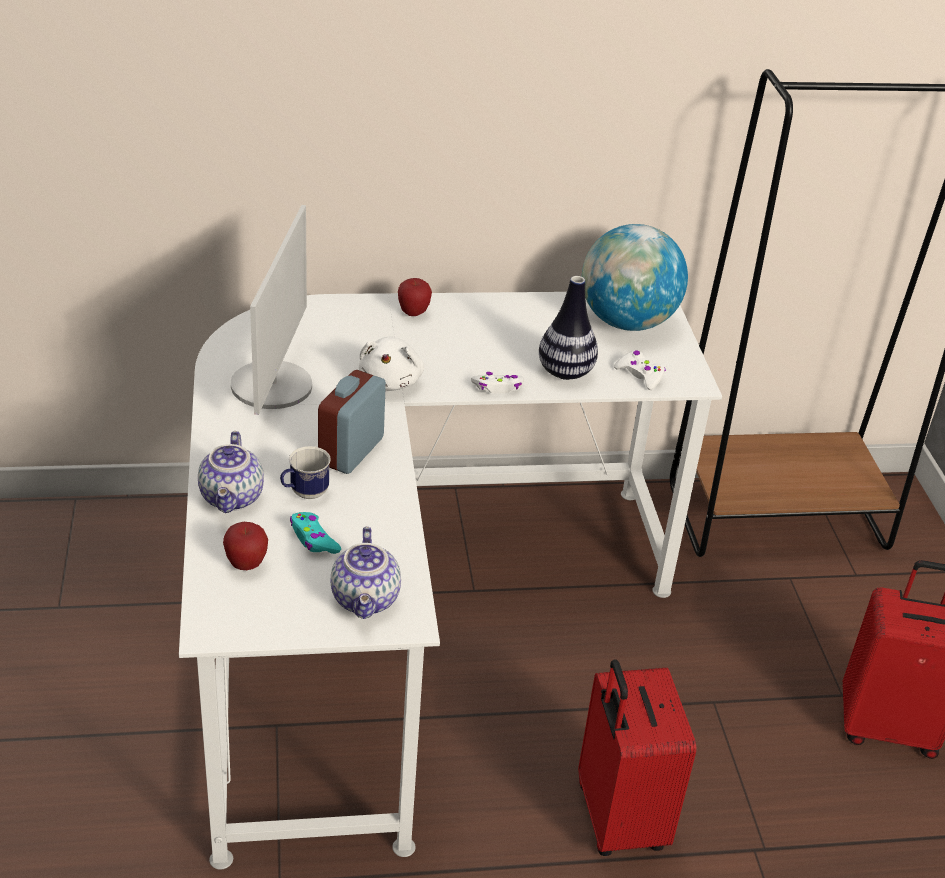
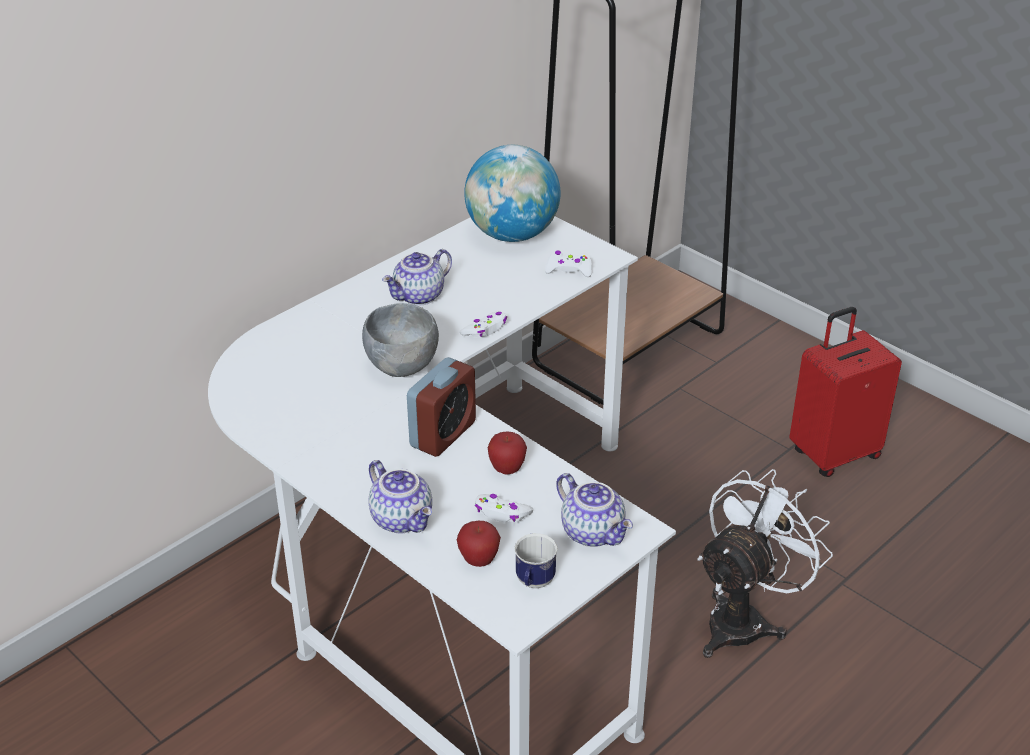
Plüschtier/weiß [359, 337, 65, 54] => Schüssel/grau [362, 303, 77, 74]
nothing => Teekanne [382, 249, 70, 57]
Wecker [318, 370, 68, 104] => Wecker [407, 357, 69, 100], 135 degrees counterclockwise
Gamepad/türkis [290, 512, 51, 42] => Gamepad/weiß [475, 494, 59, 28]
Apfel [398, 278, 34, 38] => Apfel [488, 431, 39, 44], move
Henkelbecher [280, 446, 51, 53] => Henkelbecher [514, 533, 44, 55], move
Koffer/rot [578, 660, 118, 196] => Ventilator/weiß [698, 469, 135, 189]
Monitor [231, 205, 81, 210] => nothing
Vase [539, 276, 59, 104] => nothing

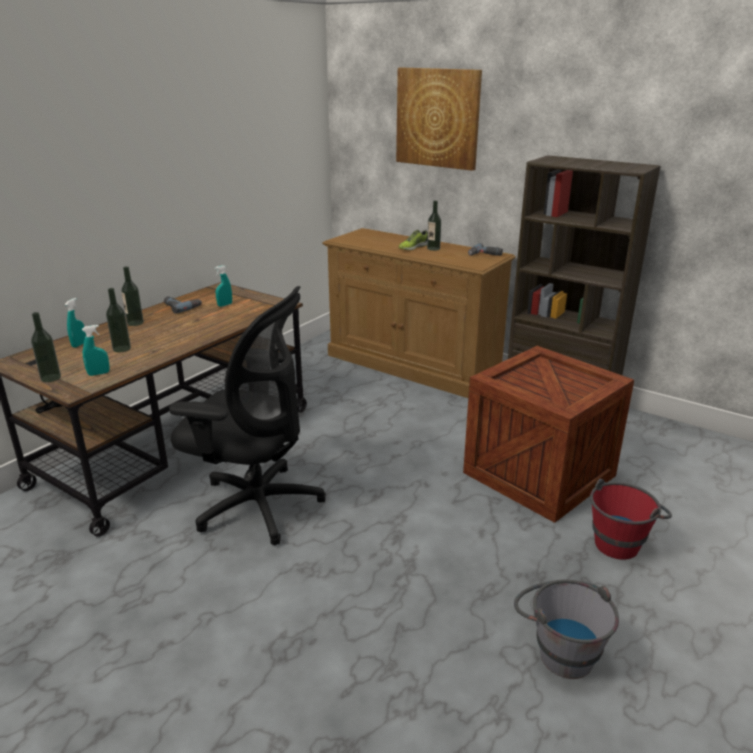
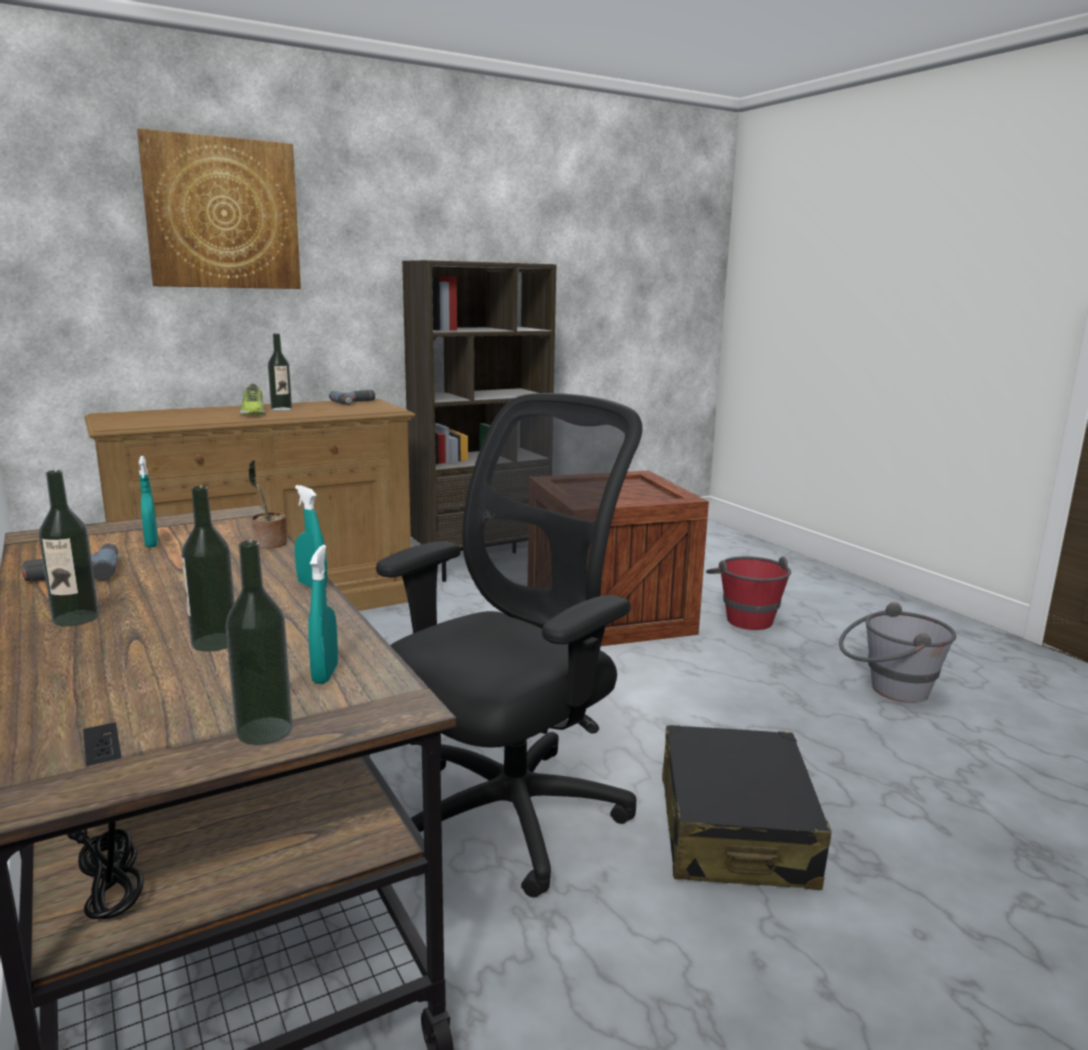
nothing => Topfpflanze [248, 460, 39, 89]
Sprühflasche/türkis [65, 298, 21, 50] => Sprühflasche/türkis [295, 485, 32, 103], move
nothing => Koffer/schwarz [662, 725, 170, 165]

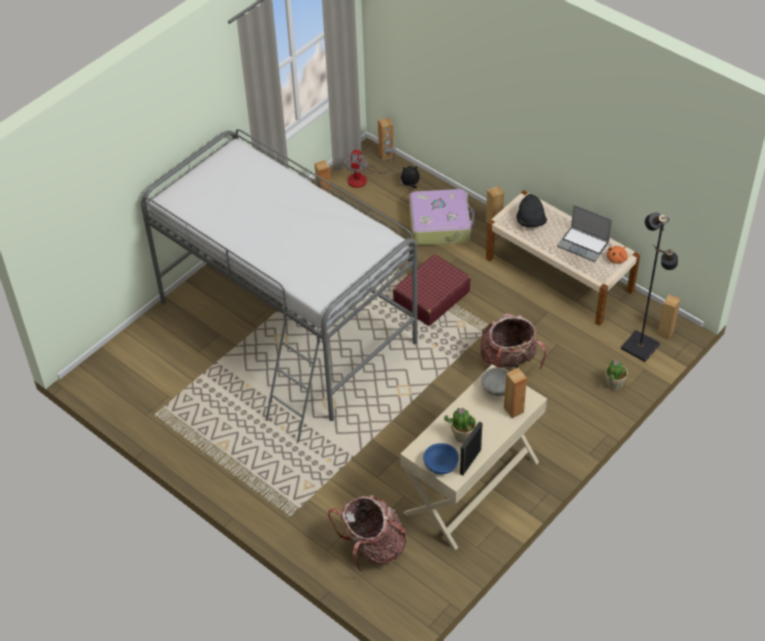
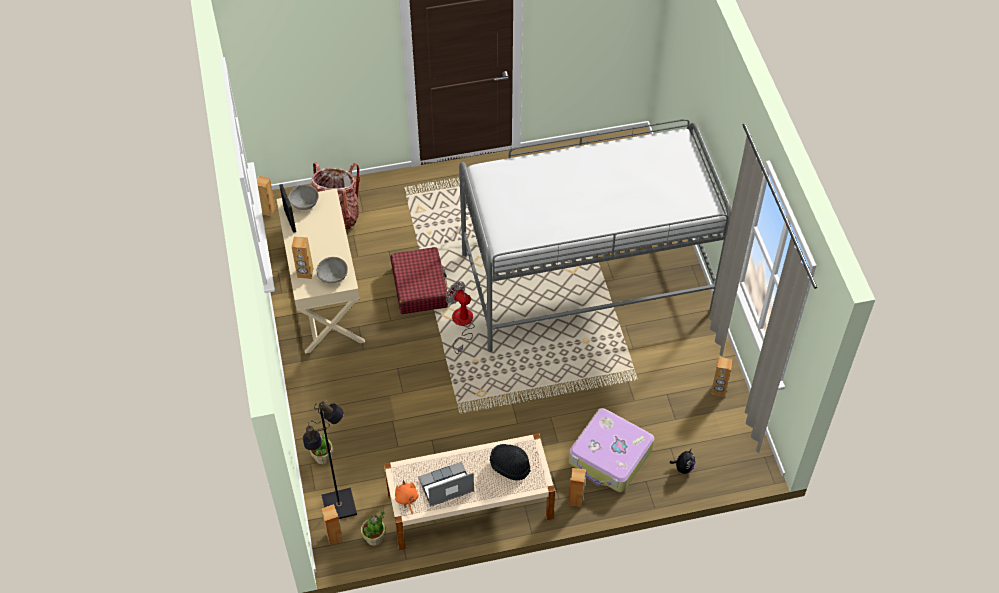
Lautsprecher/braun [378, 118, 16, 42] => Lautsprecher/braun [257, 176, 19, 41], move
Schüssel/blau [423, 443, 36, 32] => Schüssel/grau [288, 185, 31, 25]
Topfpflanze [444, 408, 33, 35] => Topfpflanze [361, 510, 24, 36], move
Koffer/rot [393, 254, 78, 72] => Koffer/rot [391, 247, 57, 67], move
Ventilator [343, 147, 53, 41] => Ventilator [446, 281, 29, 73], move
Rucksack [480, 313, 67, 56] => nothing

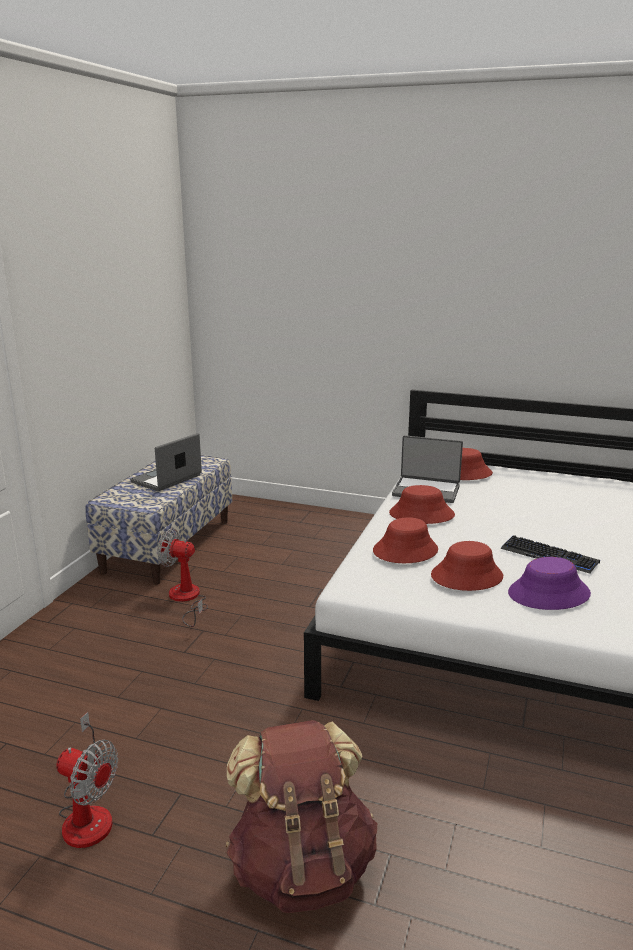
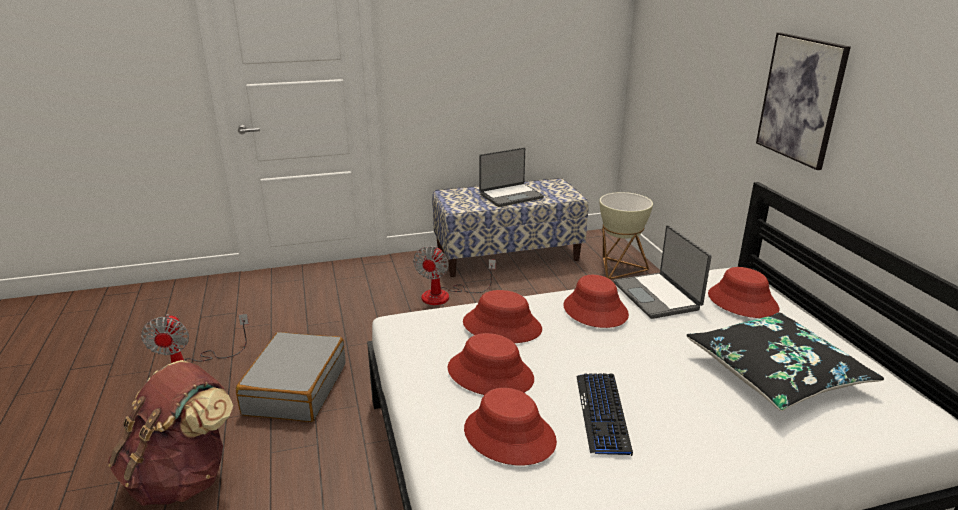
nothing => Koffer/grau [236, 332, 110, 90]
Ventilator [157, 528, 51, 99] => Ventilator [413, 246, 83, 59], 150 degrees counterclockwise
Hut/lila [508, 557, 83, 53] => Hut/rot [464, 388, 93, 77]
Laptop [130, 433, 72, 58] => Laptop [479, 147, 65, 60], 150 degrees clockwise
nothing => Pflanzkübel [600, 192, 53, 87]
nothing => Kissen/schwarz [686, 313, 198, 98]
nothing => Bild [756, 32, 95, 138]

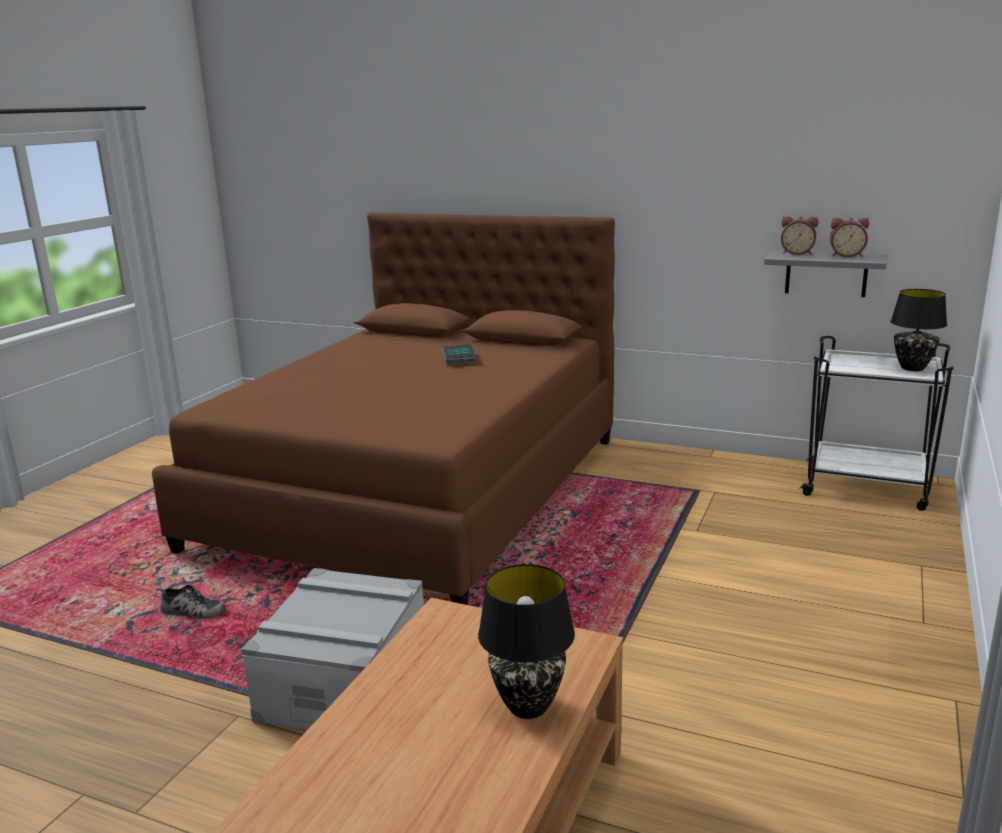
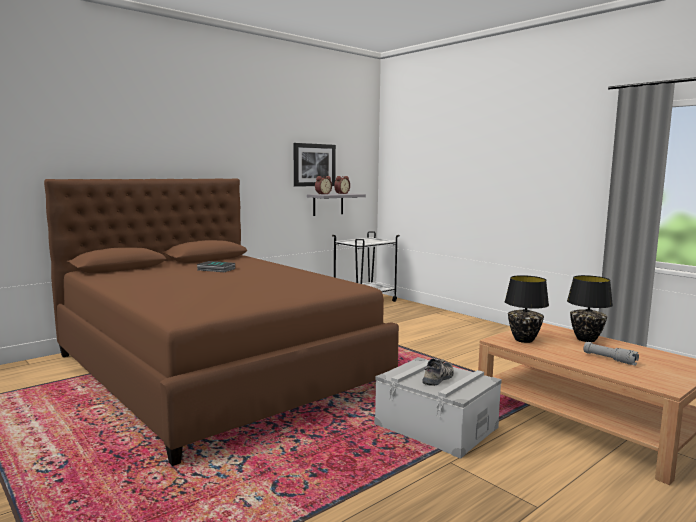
nothing => Bild [294, 143, 42, 44]
Schuh [156, 584, 70, 35] => Schuh [422, 358, 32, 28], move
Tischlampe/schwarz [891, 289, 56, 82] => Tischlampe/schwarz [505, 275, 44, 68], move
nothing => Taschenlampe/grau [584, 342, 55, 24]

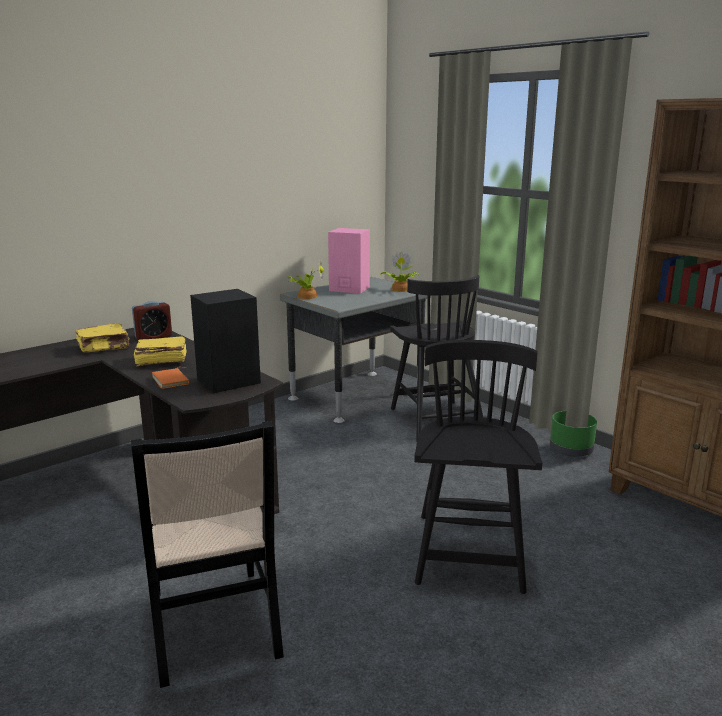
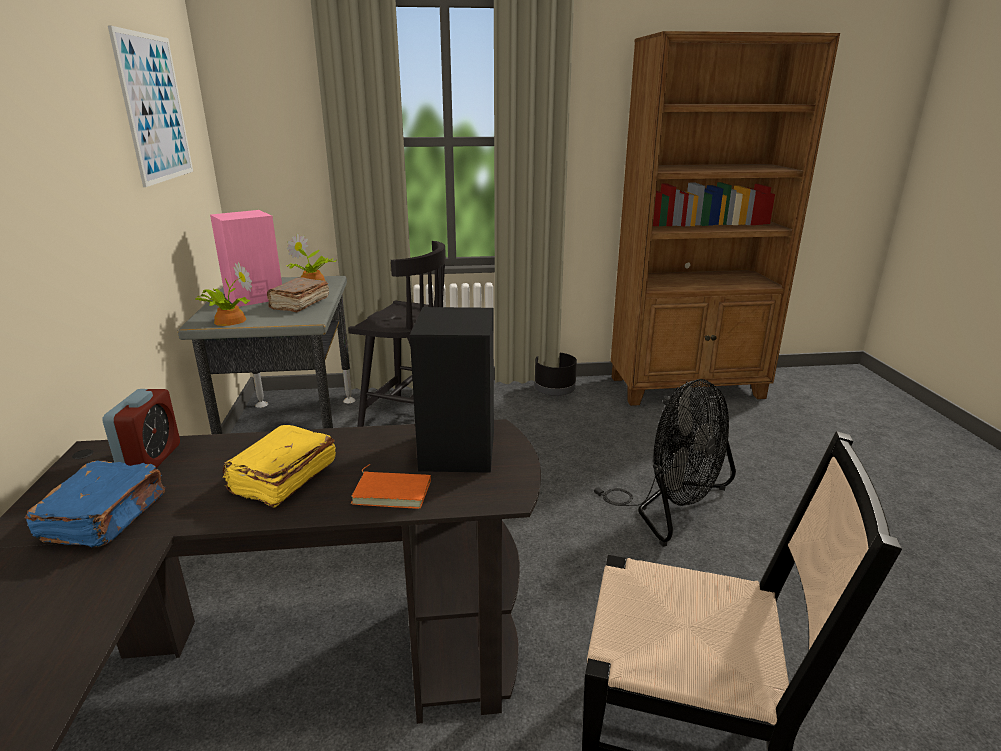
Buch/gelb [76, 323, 54, 30] => Buch/blau [25, 461, 140, 86]
nothing => Bild [108, 26, 85, 161]
nothing => Buch/braun [267, 277, 62, 35]
Pflanzkübel/grün [550, 411, 47, 46] => Pflanzkübel/schwarz [535, 353, 42, 43]
Stuhl/schwarz [414, 340, 128, 254] => Ventilator/schwarz [594, 379, 142, 168]

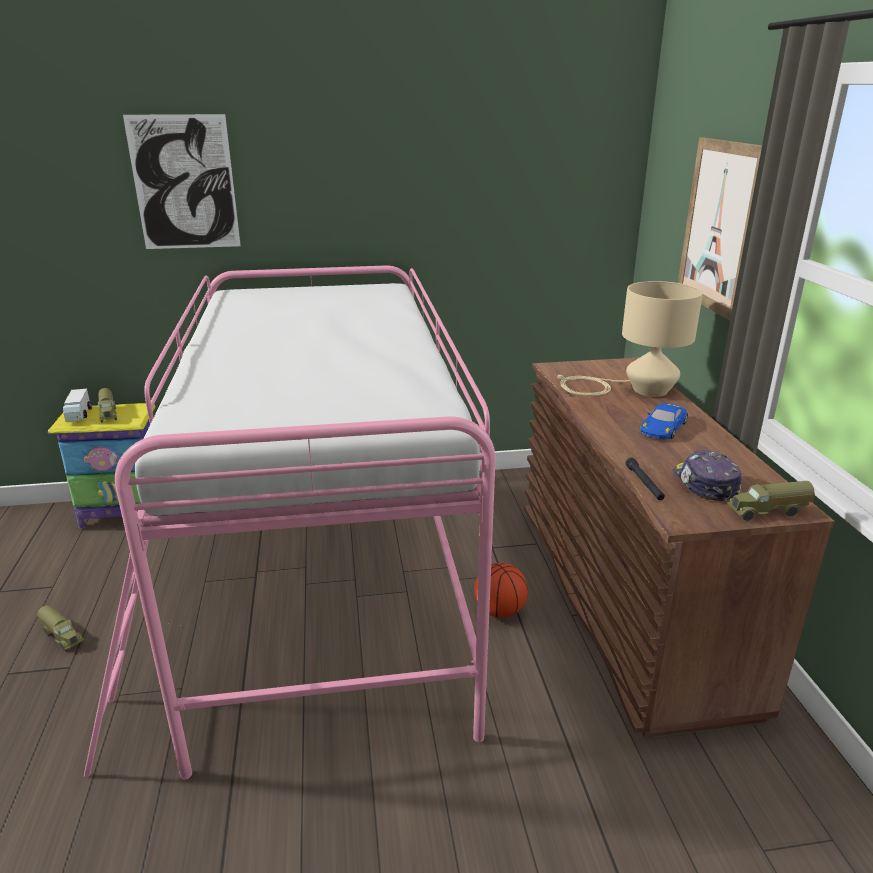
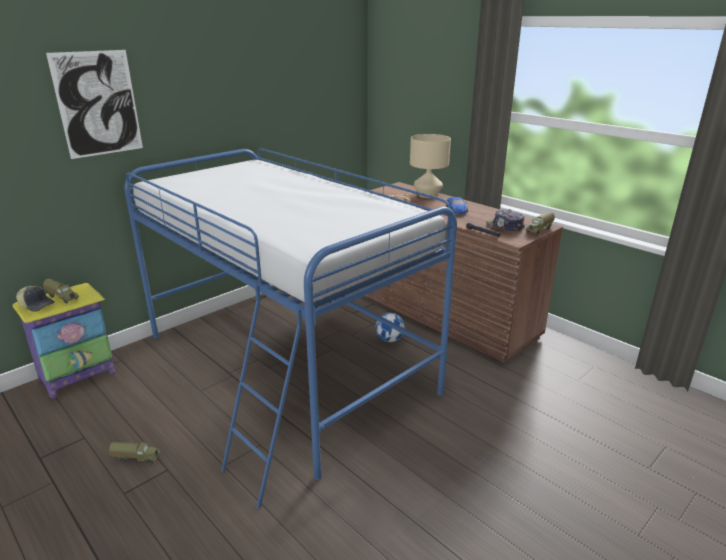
Spielzeuglaster [63, 389, 29, 33] => Kappe [16, 286, 39, 26]
Bett/rosa [84, 265, 412, 515] => Bett/blau [124, 148, 333, 361]
Basketball [474, 563, 54, 55] => Fußball [376, 313, 29, 29]
Bild [678, 137, 84, 183] => nothing

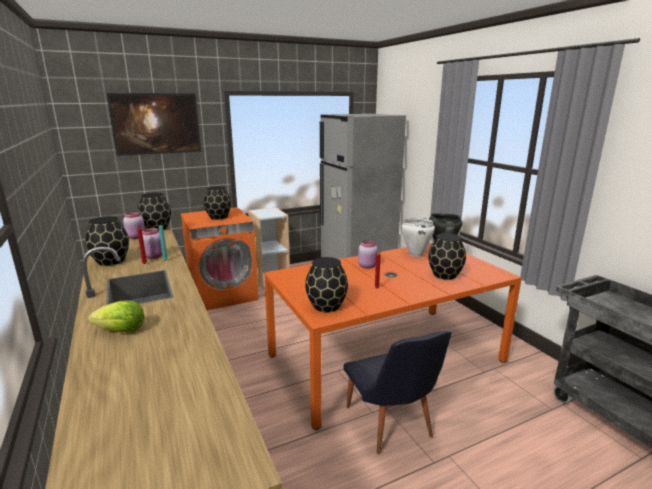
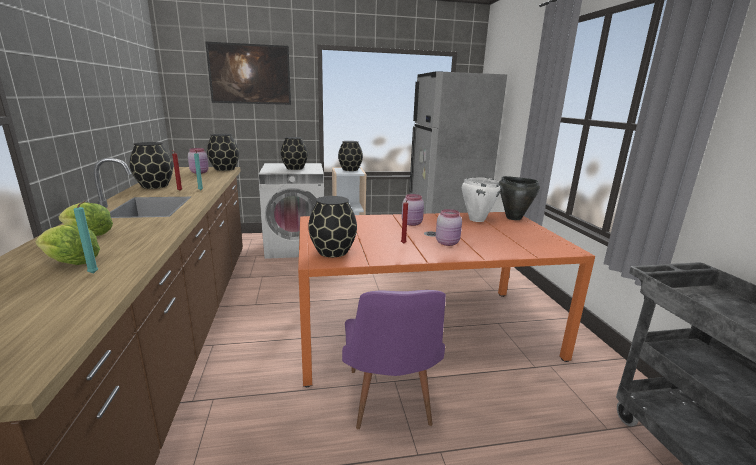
nothing => Salatkopf [35, 225, 65, 40]
nothing => Kerze/türkis [73, 200, 25, 74]
Waschmaschine/orange [180, 207, 78, 104] => Waschmaschine/weiß [258, 163, 66, 96]
Vase/schwarz [428, 233, 38, 47] => Vase/schwarz [338, 141, 25, 30], move
Stuhl/schwarz [343, 331, 108, 124] => Stuhl/lila [342, 290, 104, 139]
Vorratsglas/rosa [142, 228, 20, 31] => Vorratsglas/rosa [436, 209, 26, 37], move

